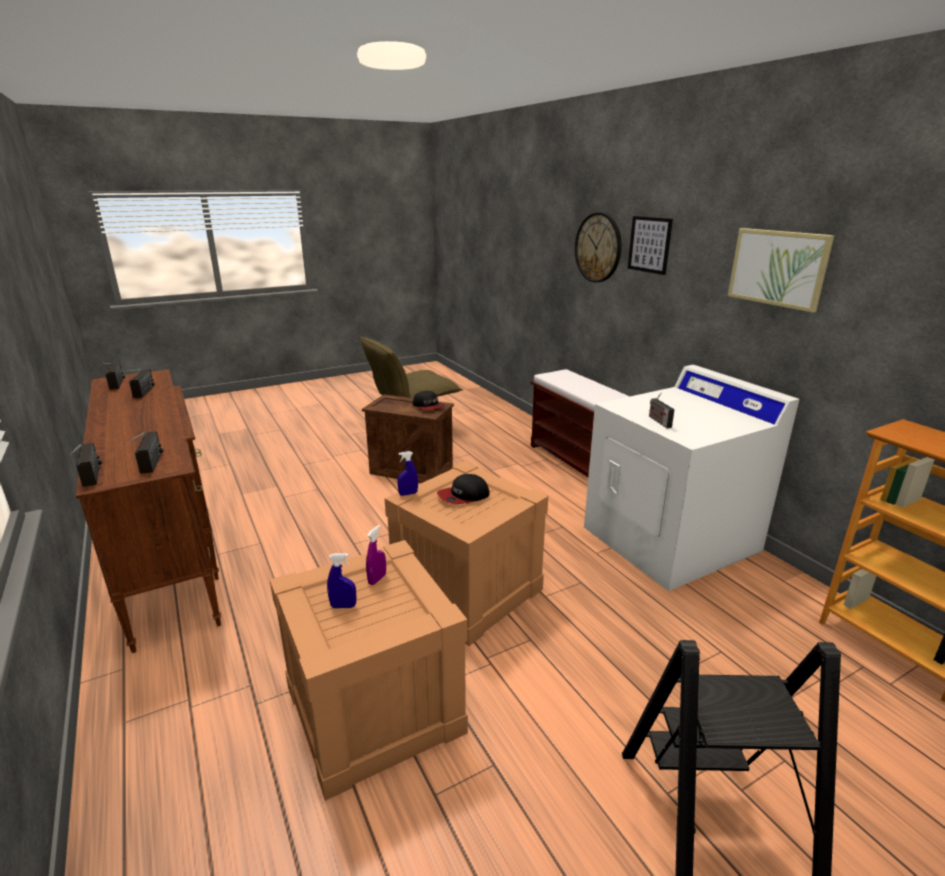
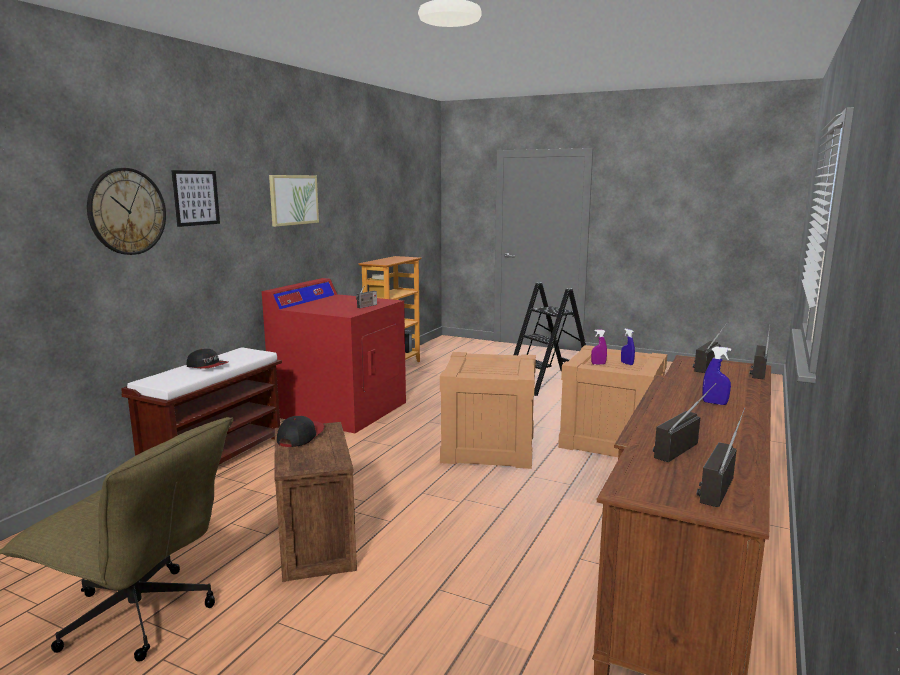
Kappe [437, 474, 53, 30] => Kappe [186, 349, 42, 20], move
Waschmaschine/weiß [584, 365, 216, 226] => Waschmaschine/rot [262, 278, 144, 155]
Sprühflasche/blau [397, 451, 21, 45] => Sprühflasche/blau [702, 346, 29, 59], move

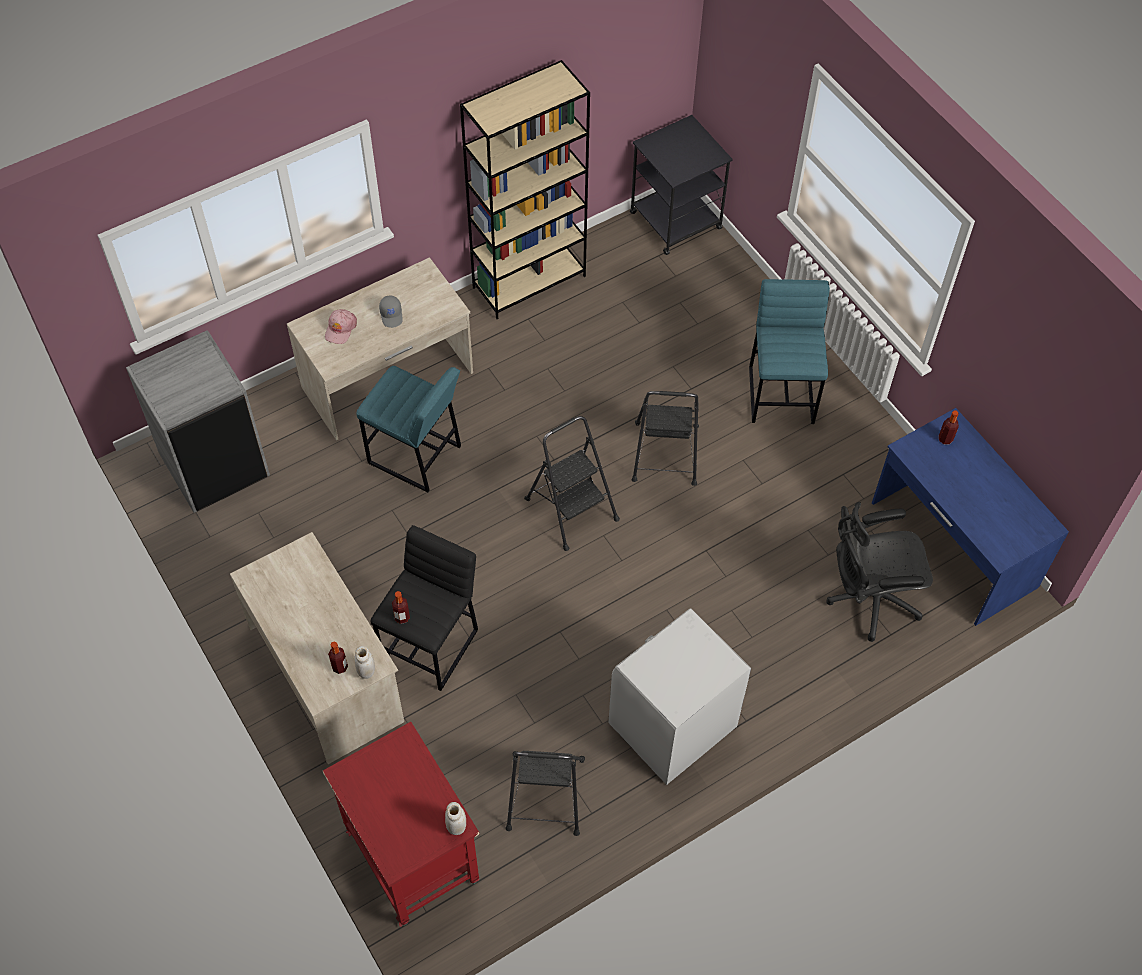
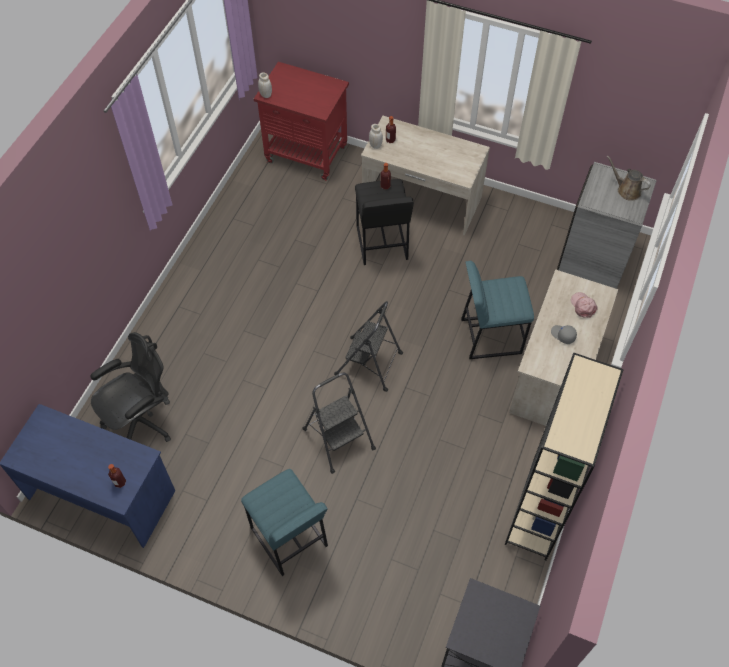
nothing => Gießkanne/braun [607, 156, 44, 45]
Trittleiter/schwarz [505, 751, 80, 85] => nothing
Waschmaschine/weiß [608, 608, 143, 177] => nothing

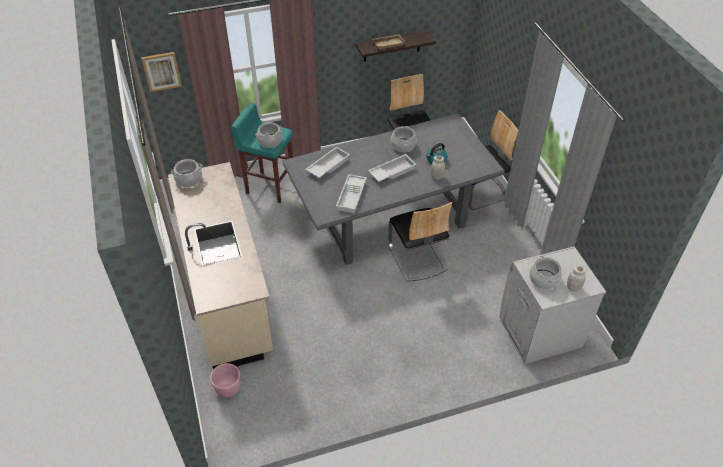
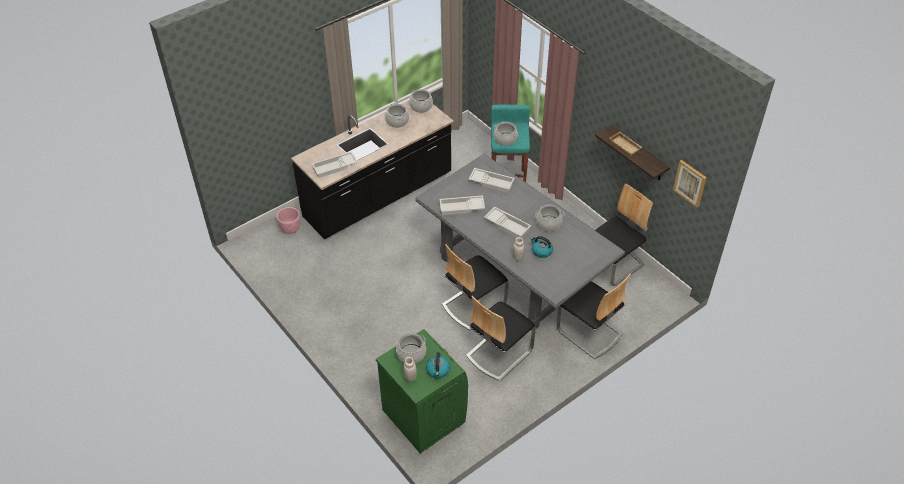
Küchenzeile/beige [168, 162, 105, 207] => Küchenzeile/schwarz [291, 101, 163, 138]
nothing => Tablett/weiß [312, 151, 46, 27]
Waschmaschine/weiß [499, 246, 107, 118] => Waschmaschine/grün [376, 329, 92, 124]
nothing => Kochtopf [385, 104, 24, 24]
nothing => Wasserkessel [426, 352, 24, 26]
nothing => Stuhl [466, 296, 70, 85]
Bild [141, 52, 41, 40] => Bild [673, 160, 34, 47], move

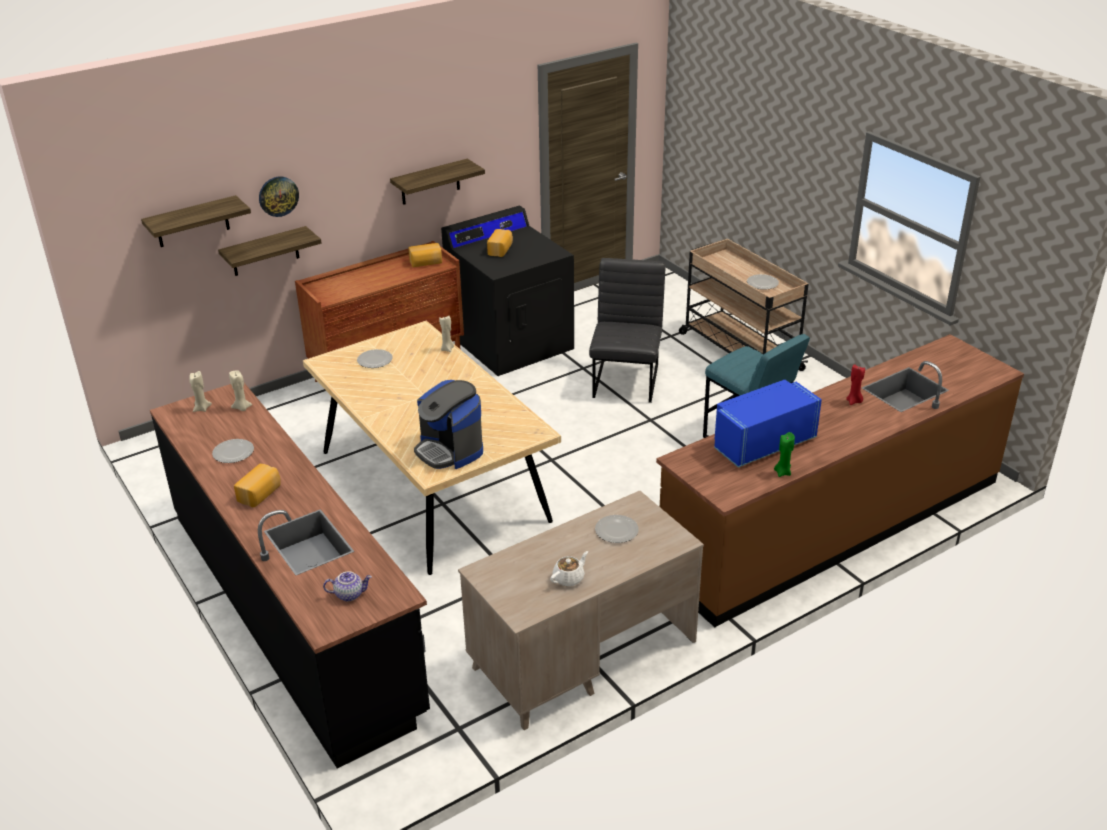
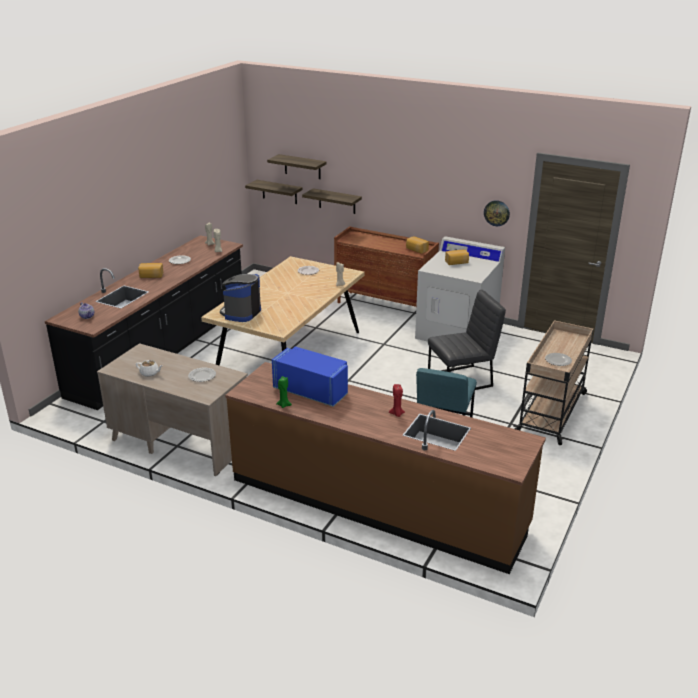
Wandregal [390, 159, 95, 46] => Wandregal [245, 180, 58, 24], move
Waschmaschine/schwarz [441, 205, 133, 171] => Waschmaschine/weiß [415, 236, 90, 106]
Wanduhr [259, 176, 40, 41] => Wanduhr [484, 200, 26, 26], move

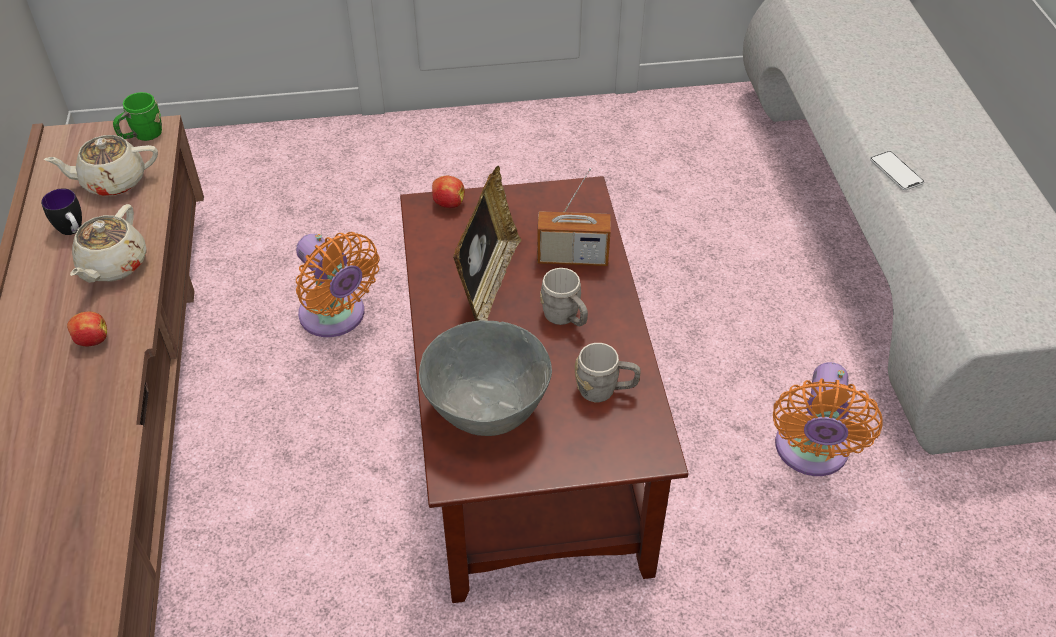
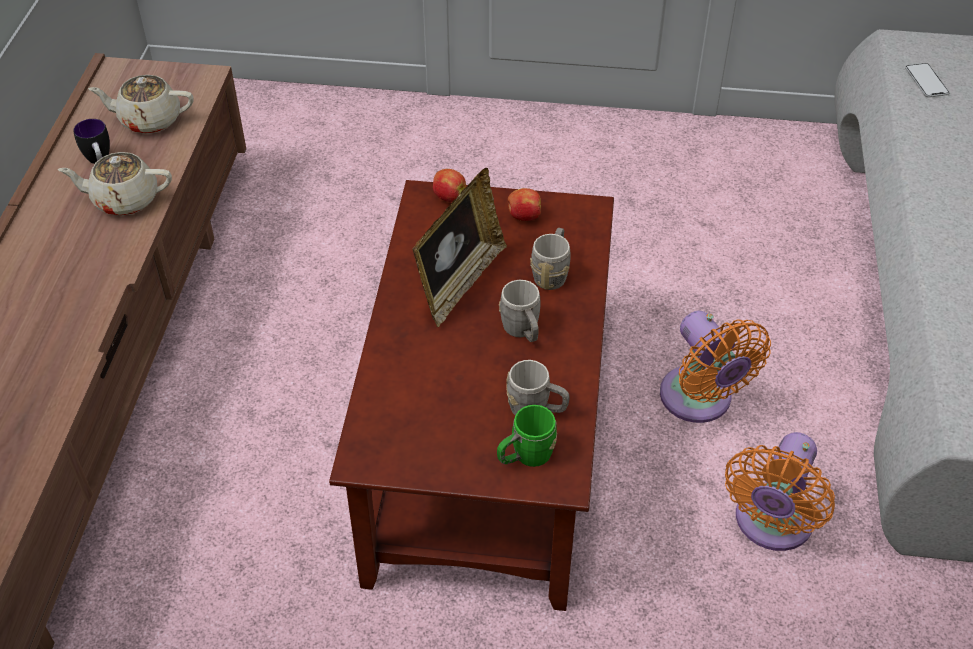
Teekanne/beige [70, 204, 76, 79] => Teekanne/beige [58, 152, 114, 64], 60 degrees clockwise
Henkelbecher/grün [113, 92, 49, 49] => Henkelbecher/grün [497, 405, 60, 62], move
Apfel [67, 312, 40, 34] => Apfel [508, 188, 33, 33], move
Radio [537, 168, 74, 98] => Henkelbecher/grau [530, 228, 41, 62]
Ventilator/orange [296, 232, 84, 105] => Ventilator/orange [660, 311, 111, 112], move
Handy [870, 151, 54, 39] => Handy [905, 63, 44, 34], move
Schüssel/grau [419, 320, 133, 116] => nothing

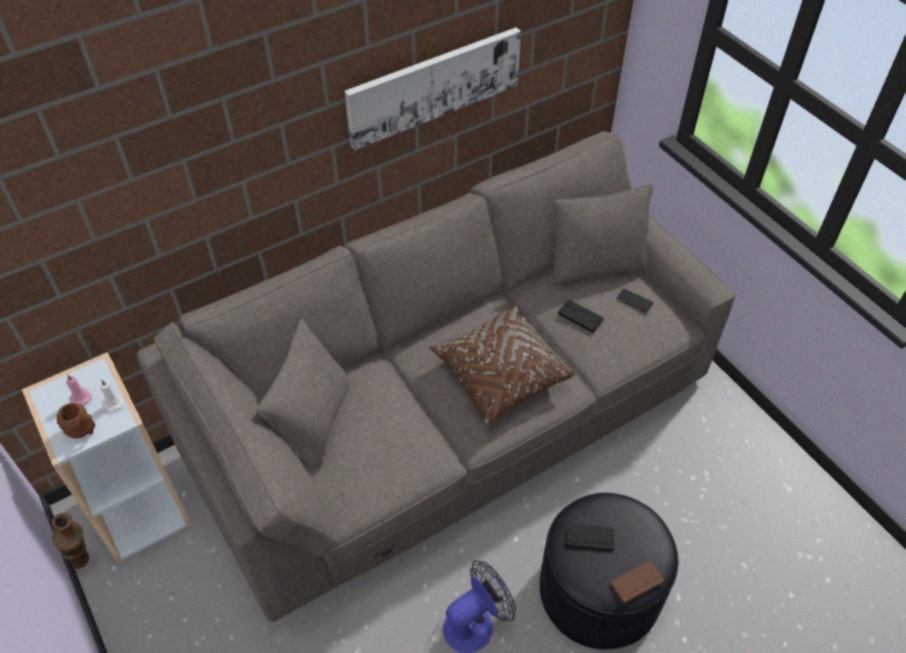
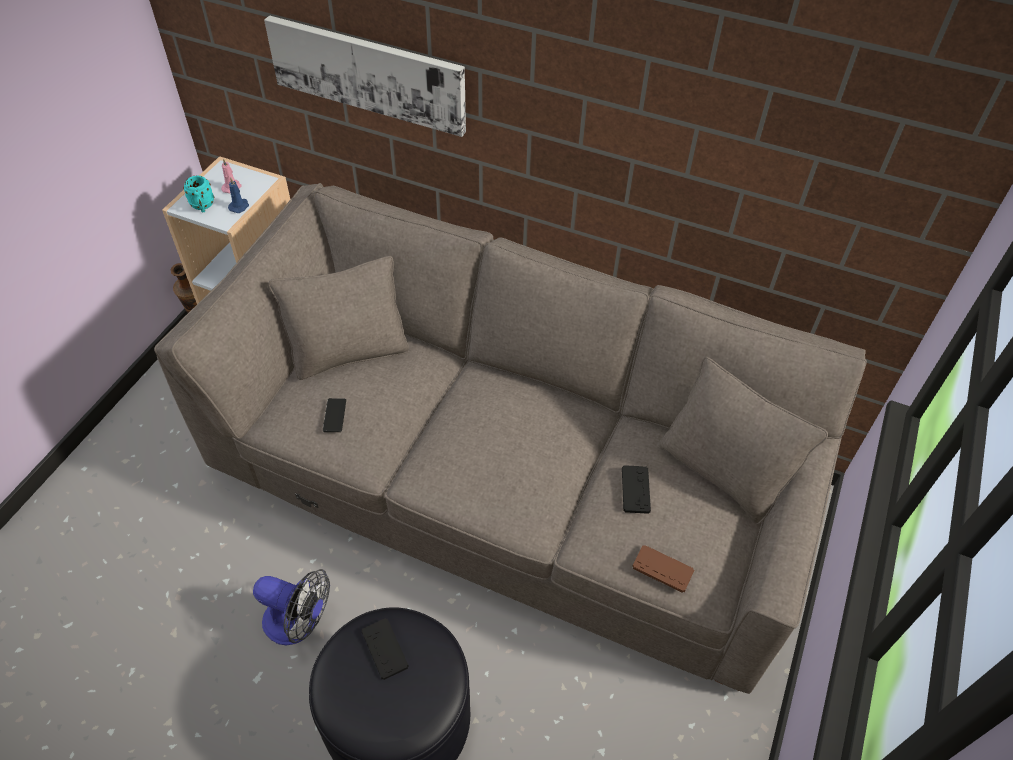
Henkelbecher/braun [57, 403, 38, 36] => Henkelbecher/türkis [183, 176, 31, 36]
Kerze/weiß [100, 379, 25, 33] => Kerze/blau [228, 178, 21, 35]
Bild [345, 27, 176, 123] => Bild [264, 16, 202, 121], move
Handy [617, 289, 36, 23] => Handy [323, 398, 23, 34], move
Gamepad/braun [610, 561, 54, 42] => Gamepad/braun [632, 545, 62, 48], move
Kissen/braun [429, 305, 146, 120] => nothing

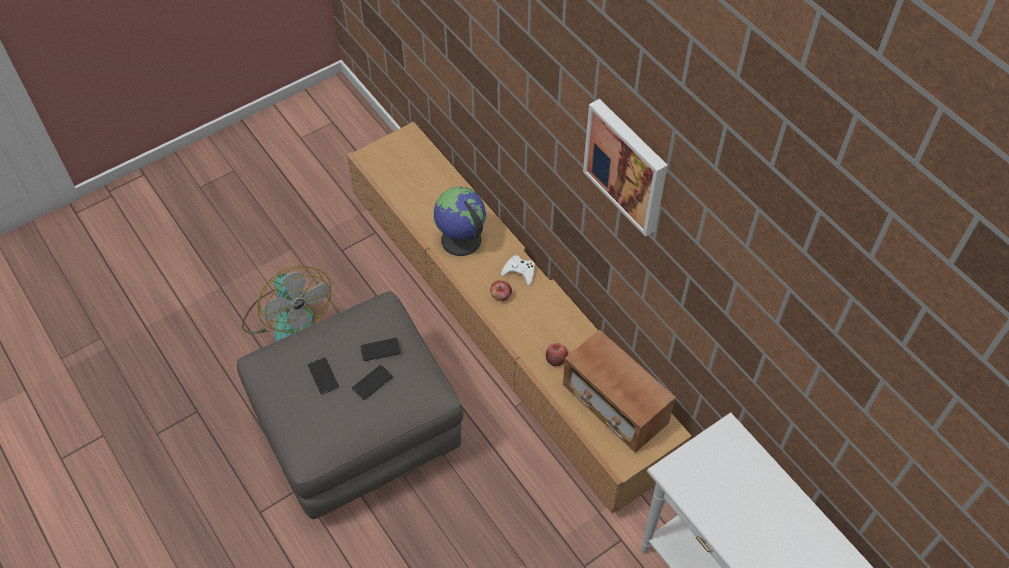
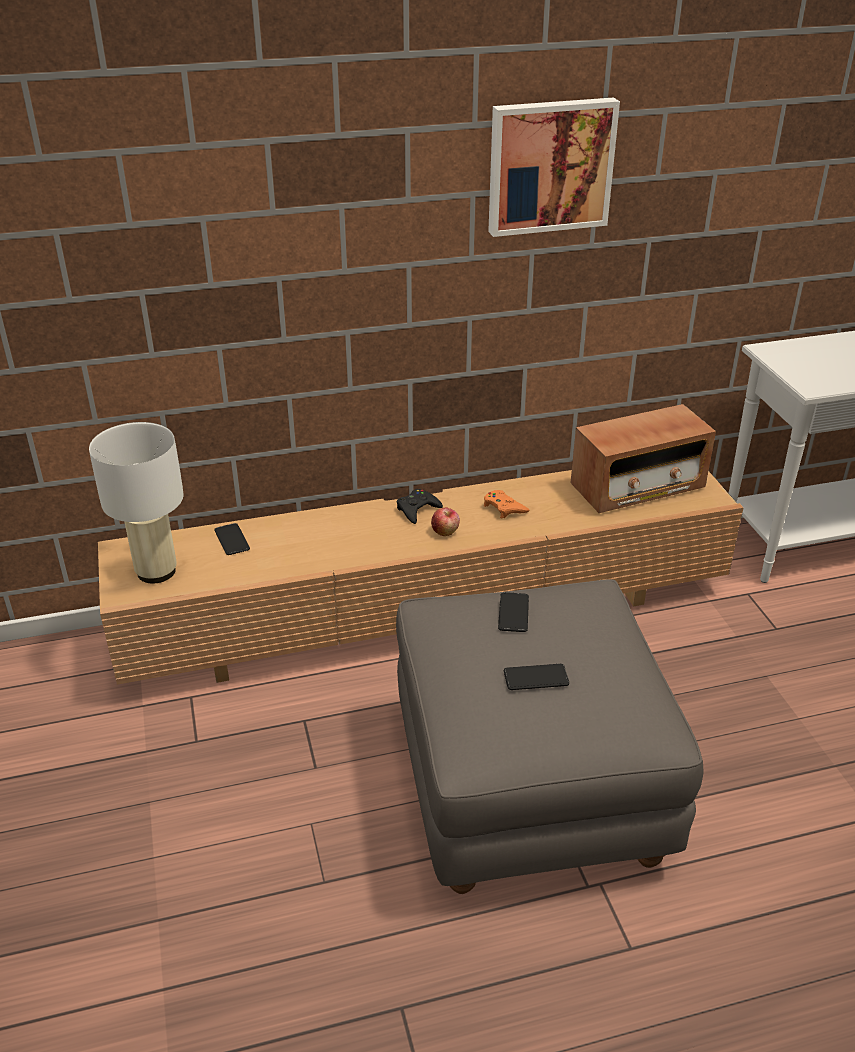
nothing => Tischlampe/weiß [89, 422, 94, 161]
Handy [352, 365, 41, 35] => Handy [214, 523, 36, 32], move
Gamepad/weiß [501, 255, 34, 31] => Gamepad/schwarz [397, 489, 46, 35]
nothing => Gamepad/orange [484, 490, 45, 29]
Ventilator [242, 266, 89, 76] => nothing
Globus [433, 187, 53, 69] => nothing
Apfel [546, 343, 22, 23] => nothing

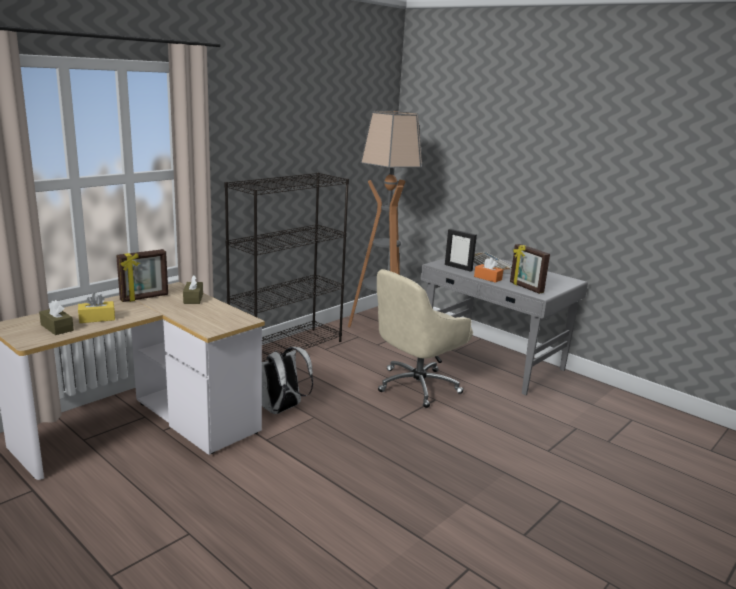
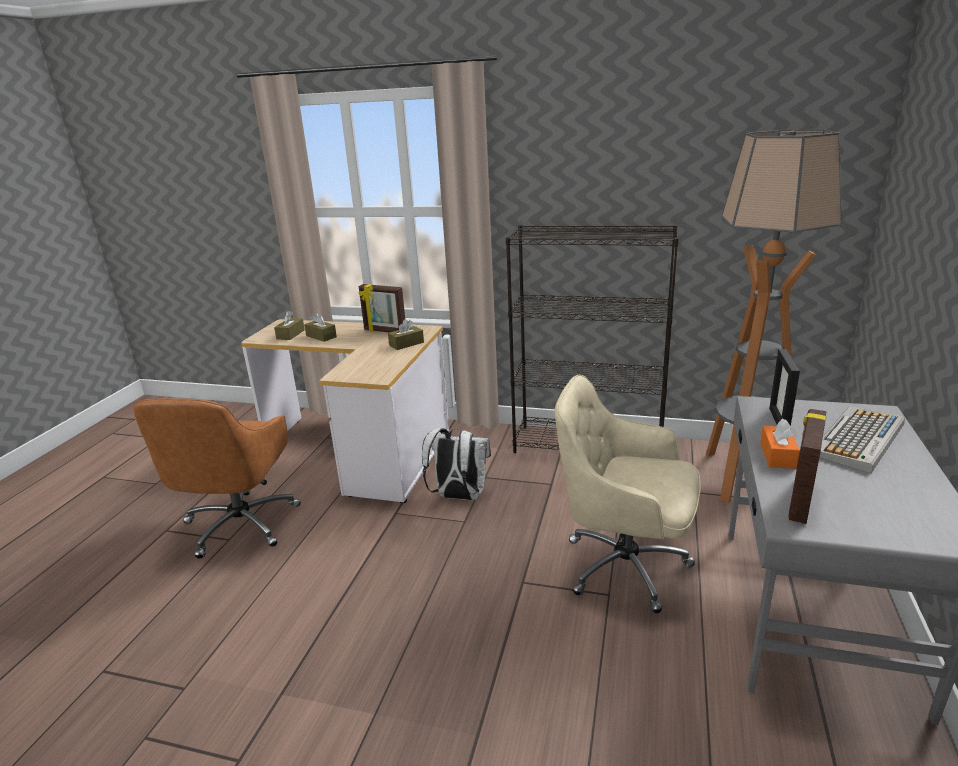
nothing => Bürostuhl/braun [134, 399, 167, 160]
Taschentuchbox/gelb [78, 293, 37, 30] => Taschentuchbox/braun [304, 313, 33, 29]

